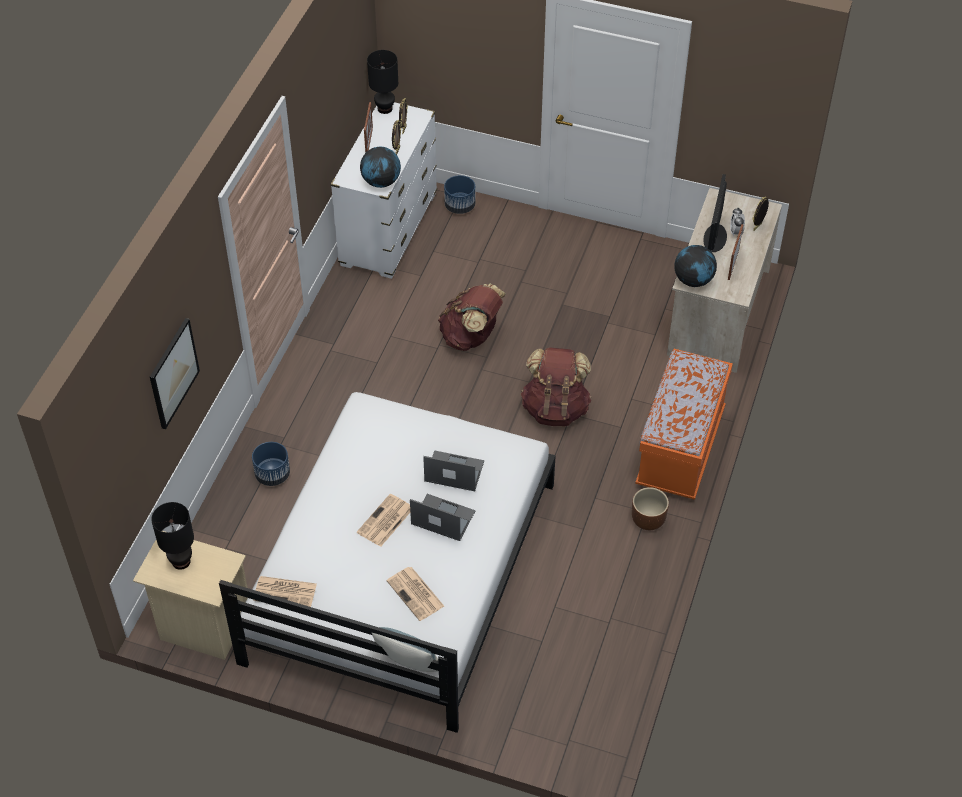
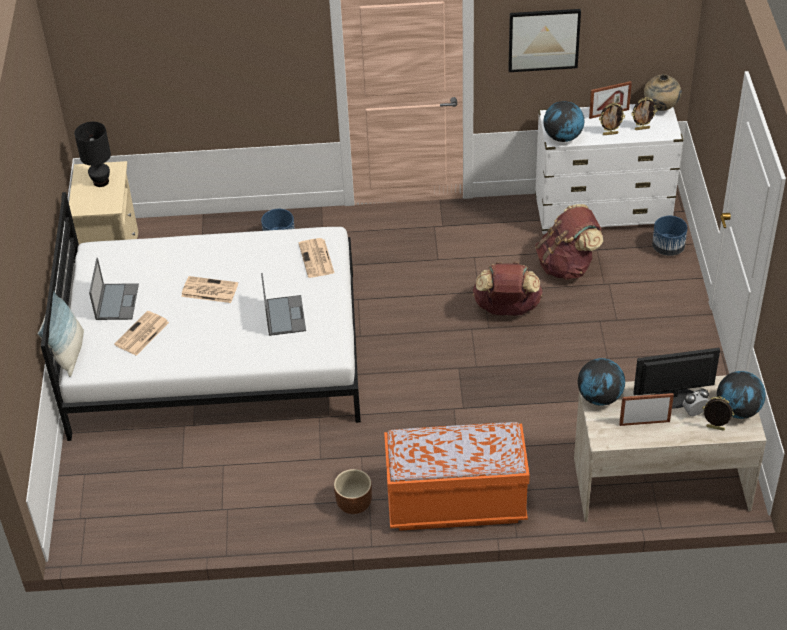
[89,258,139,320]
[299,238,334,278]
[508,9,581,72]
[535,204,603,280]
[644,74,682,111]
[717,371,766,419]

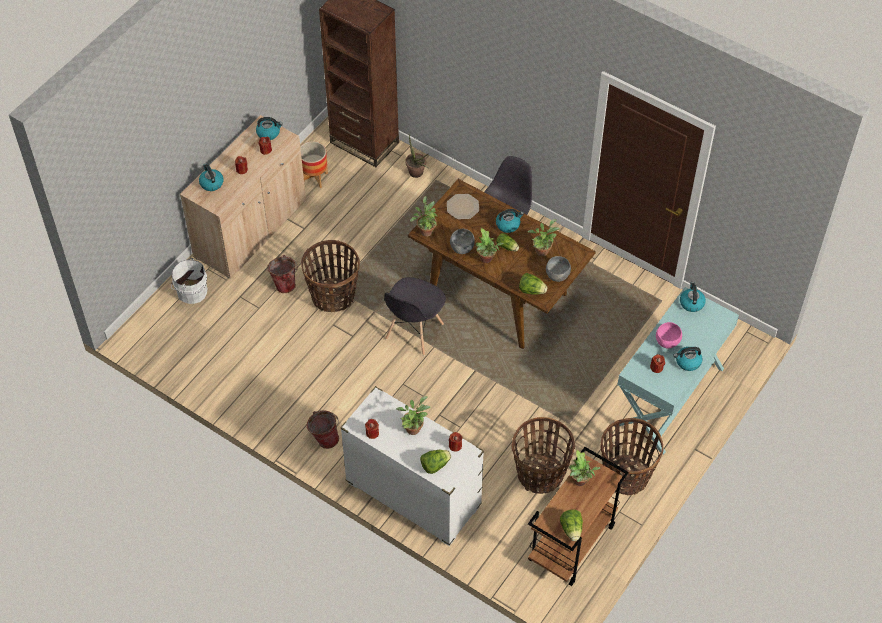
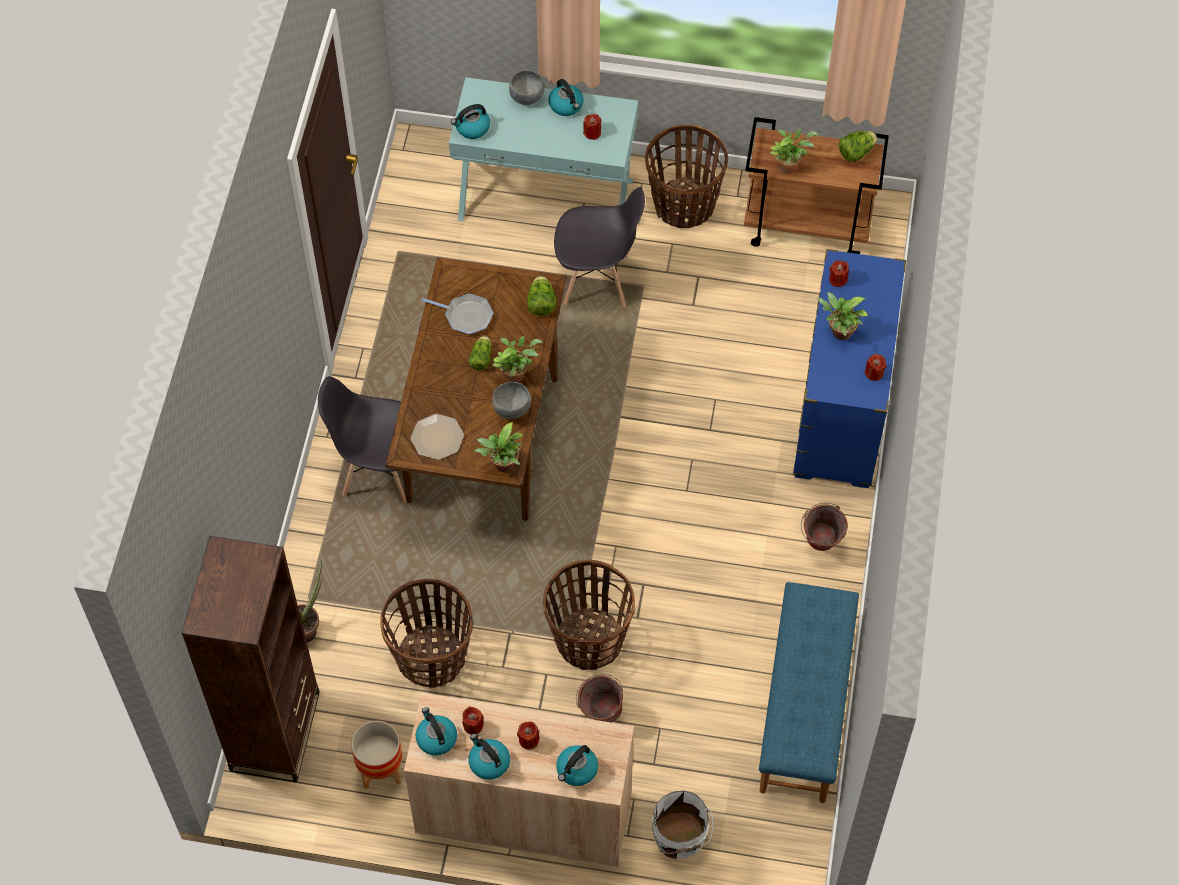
[380,579,473,688]
[421,294,493,335]
[468,734,510,780]
[509,70,545,105]
[554,187,645,307]
[759,582,859,803]
[793,249,906,488]
[420,450,451,474] (first image)
[656,322,682,349] (first image)

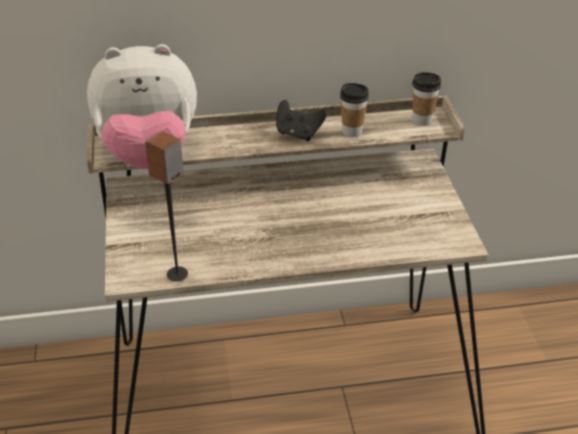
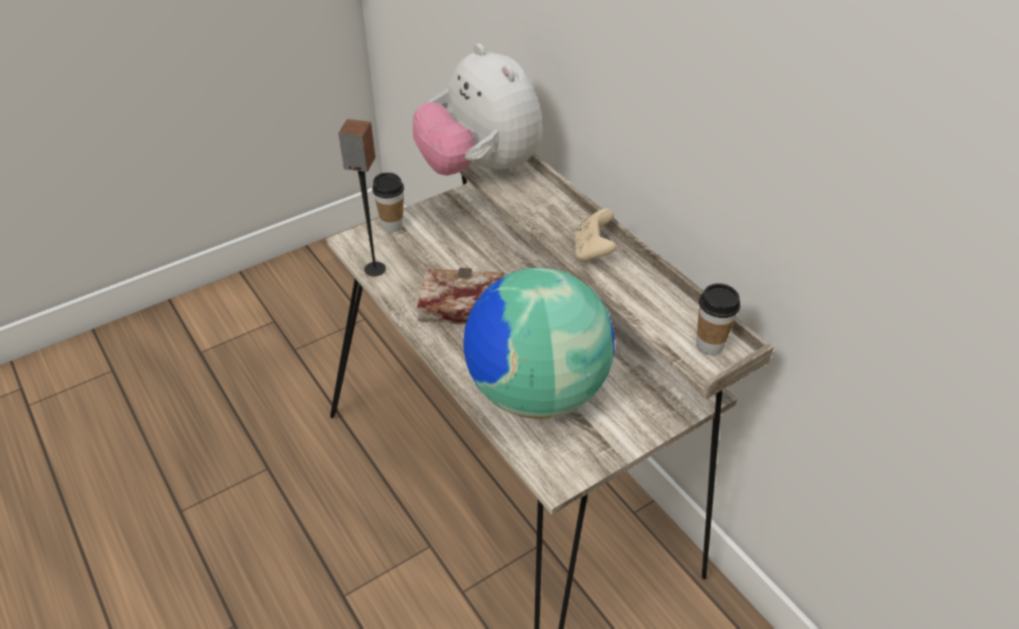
[372,172,404,232]
[417,268,504,324]
[463,268,615,419]
[574,208,617,264]

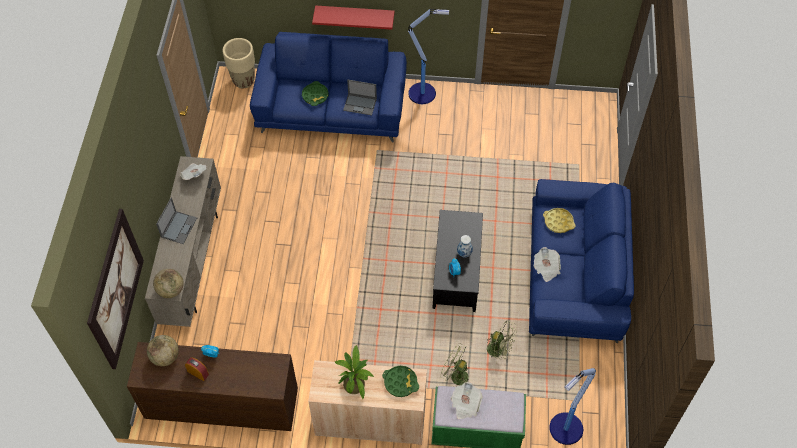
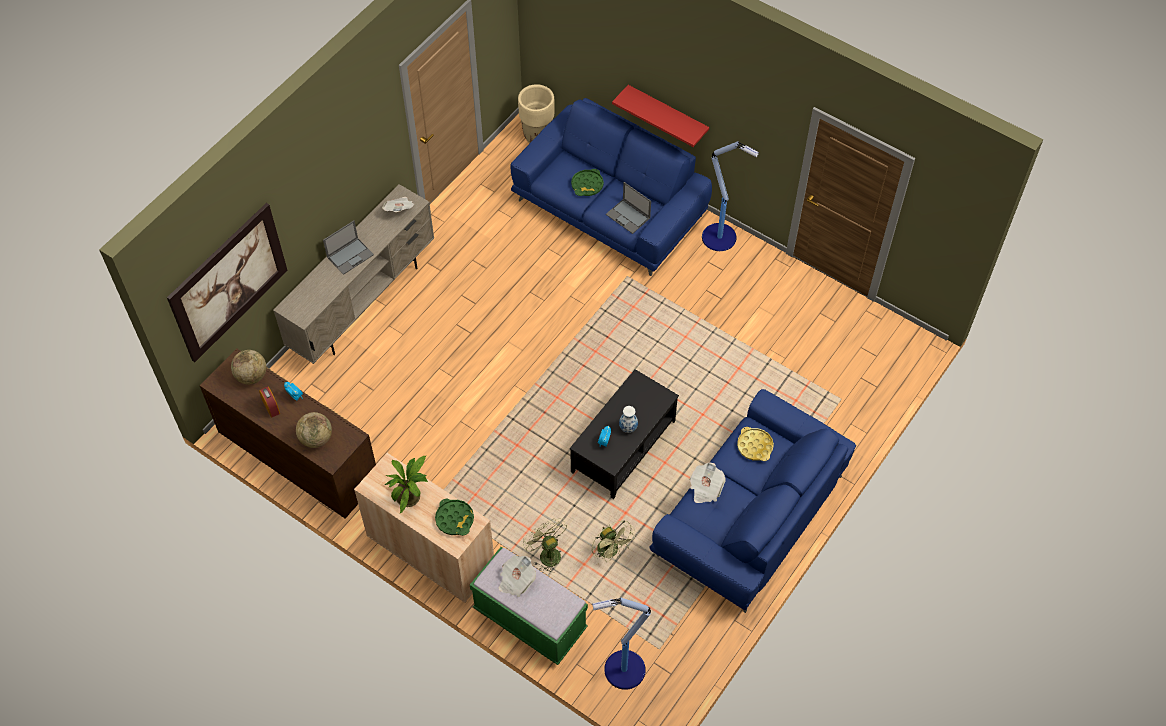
[296,412,332,448]

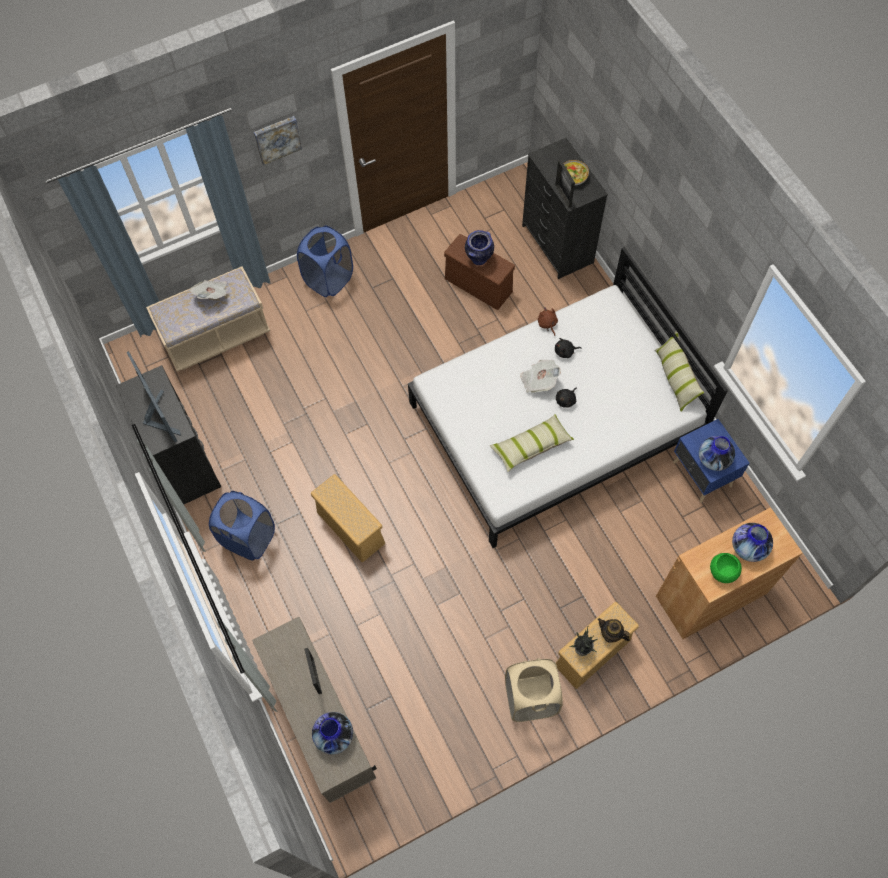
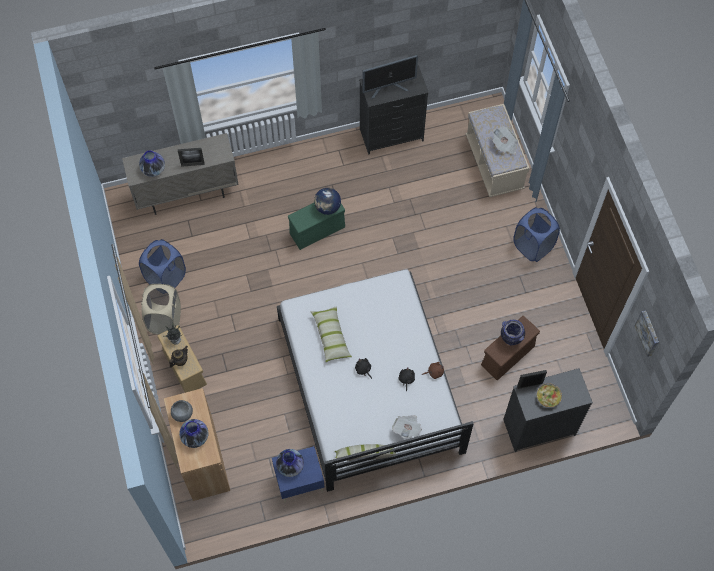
[139,239,186,288]
[171,400,193,422]
[288,203,345,250]
[314,188,341,215]
[392,415,422,438]
[635,310,659,357]

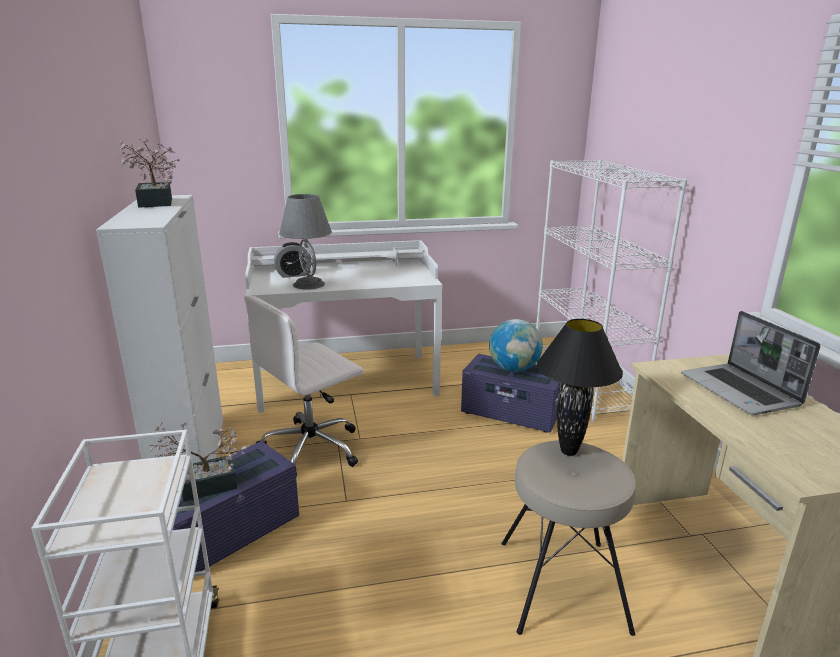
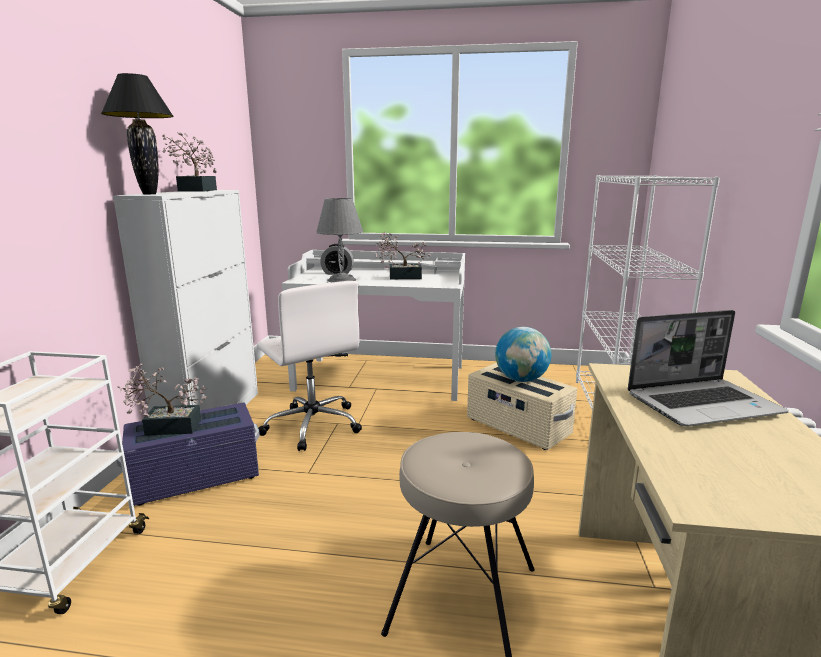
[101,73,174,194]
[257,281,362,451]
[375,232,431,279]
[467,363,577,450]
[628,310,789,426]

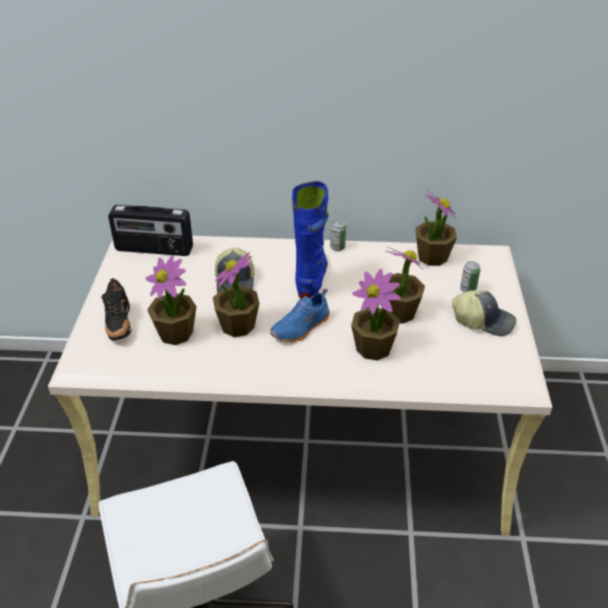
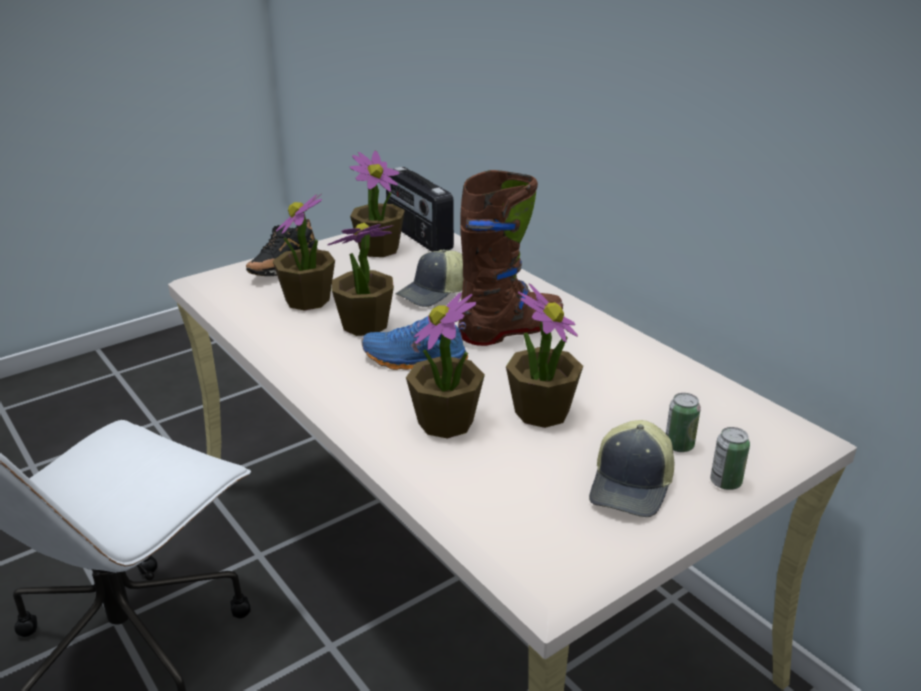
[350,151,405,257]
[458,170,563,346]
[589,420,674,517]
[710,427,750,490]

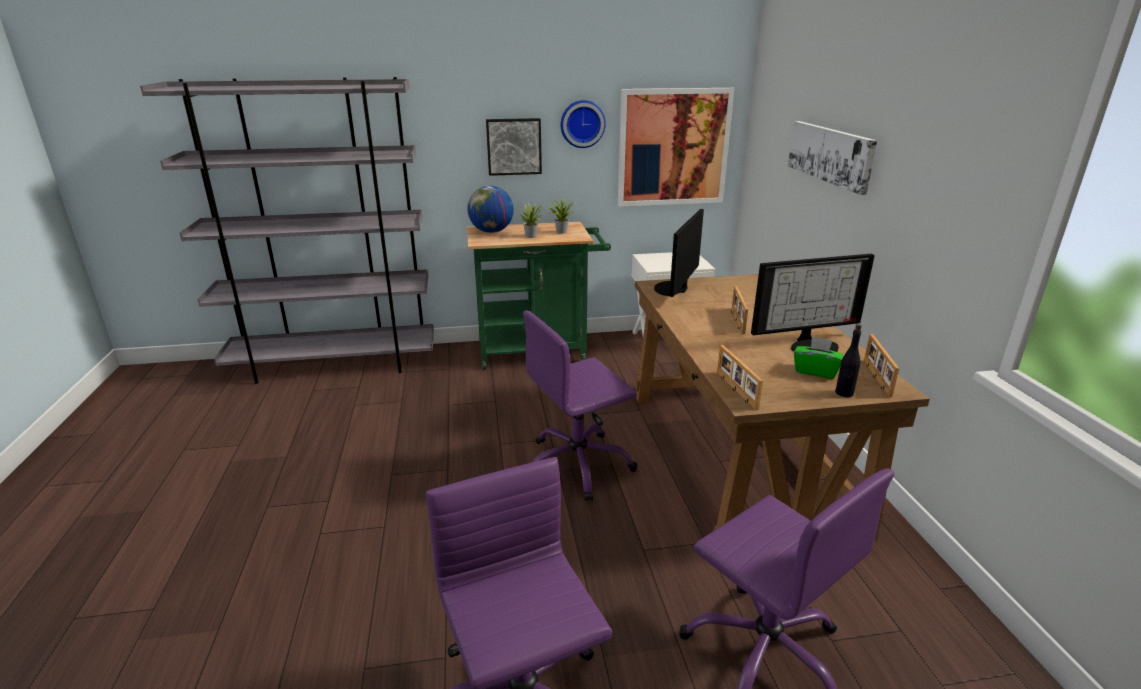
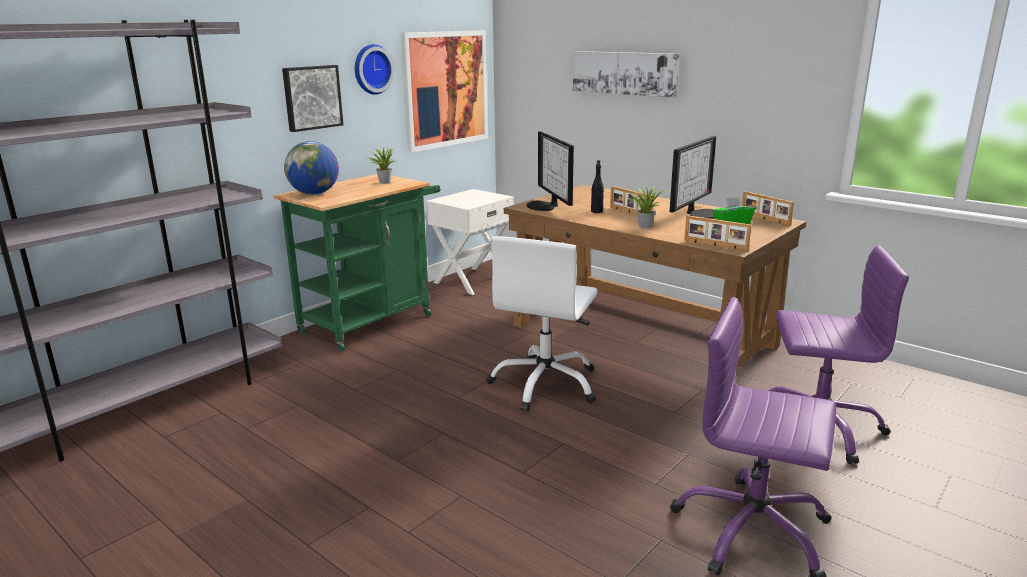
[486,236,598,411]
[591,160,604,213]
[631,187,667,228]

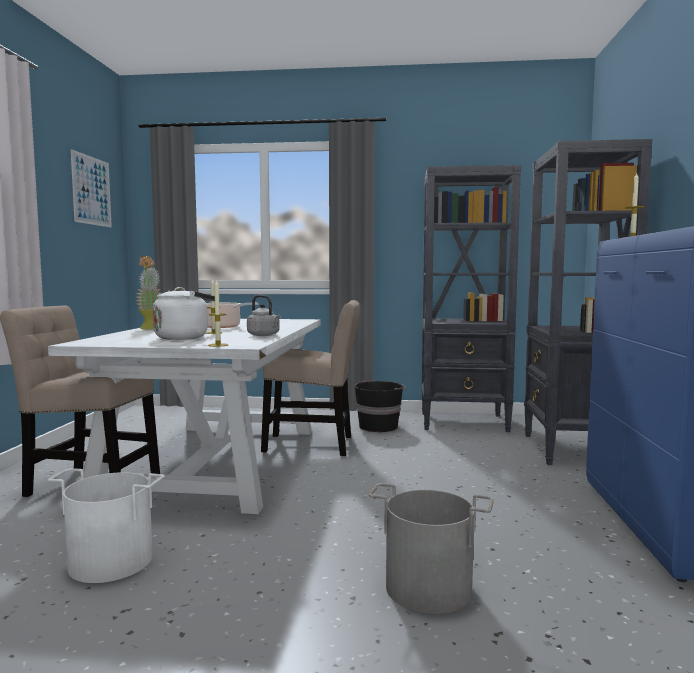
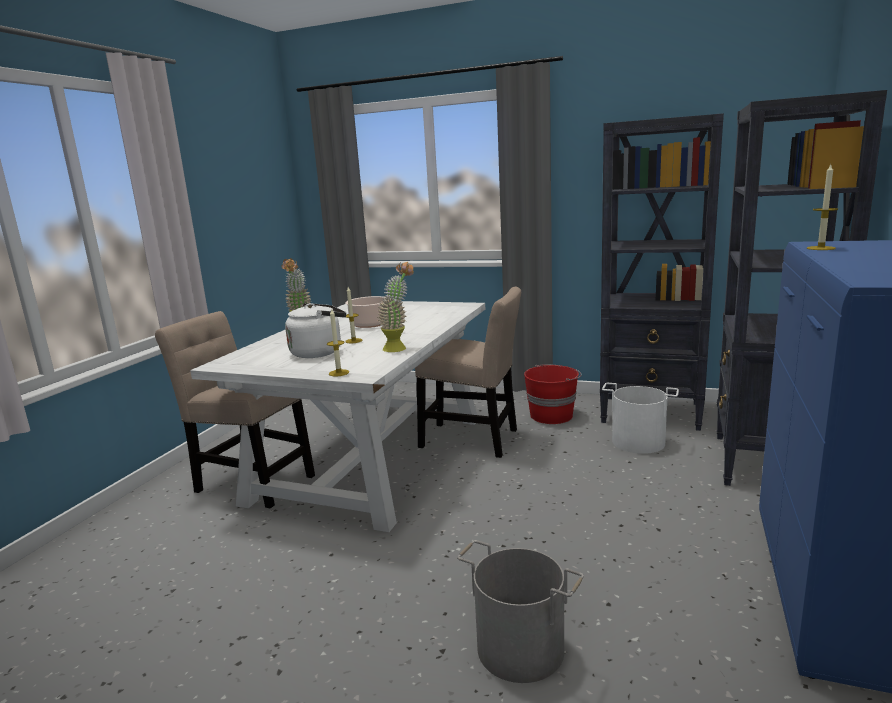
[377,262,414,352]
[524,364,582,424]
[602,383,679,454]
[71,149,112,227] (first image)

